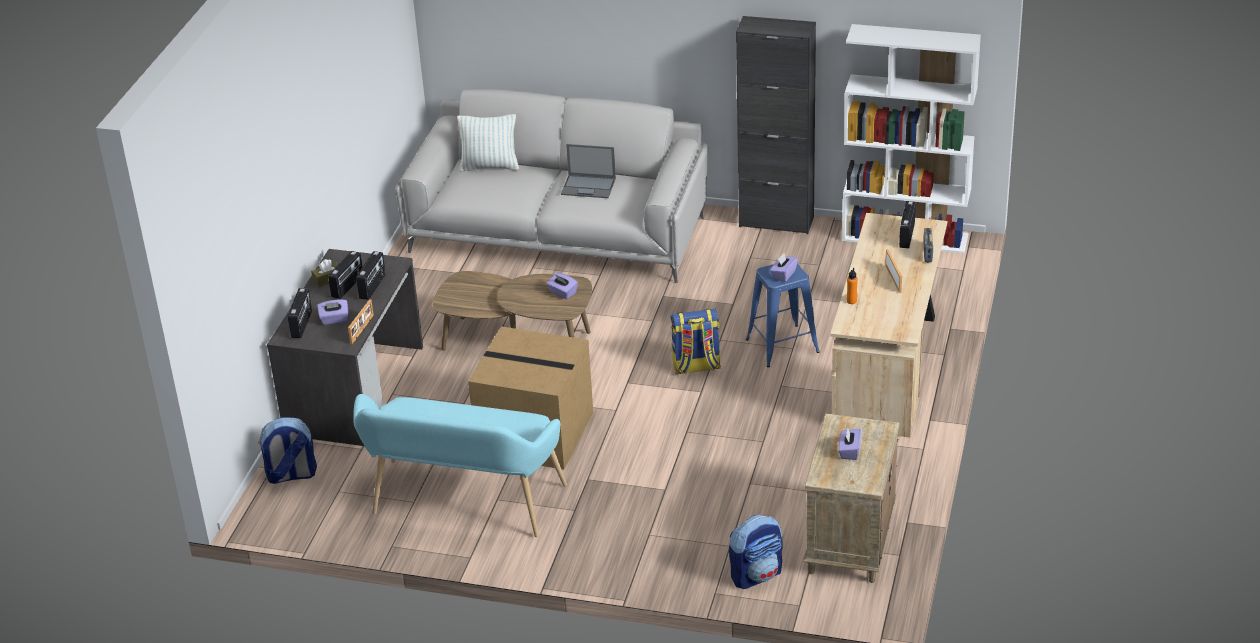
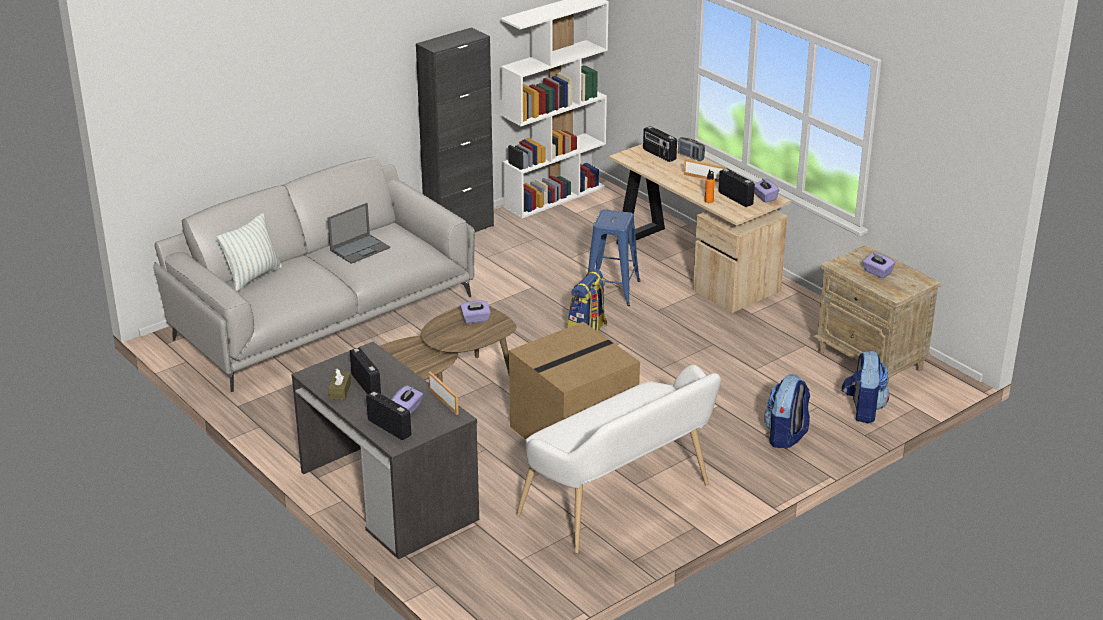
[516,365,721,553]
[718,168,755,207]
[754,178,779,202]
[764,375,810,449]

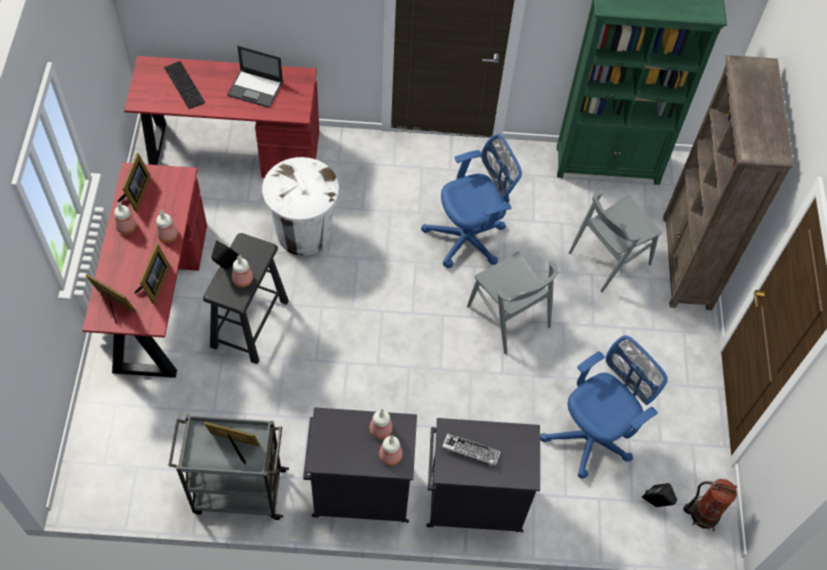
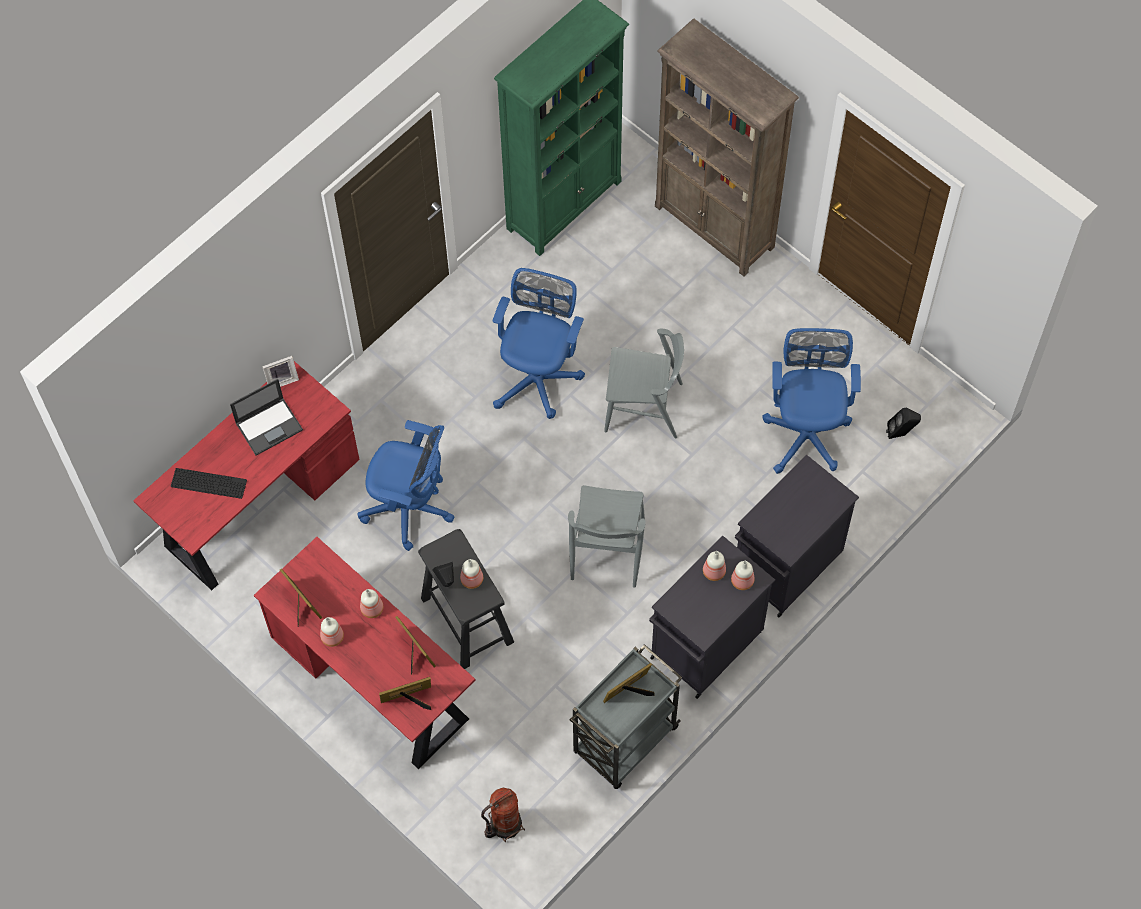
[262,356,299,387]
[358,420,455,551]
[481,787,525,842]
[568,485,646,587]
[442,434,501,466] (first image)

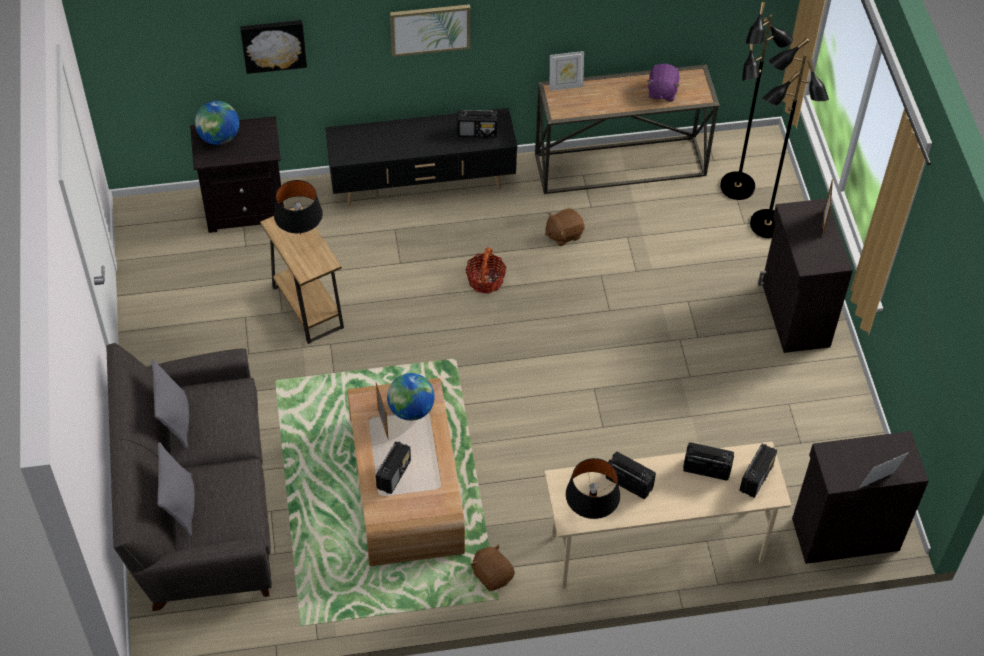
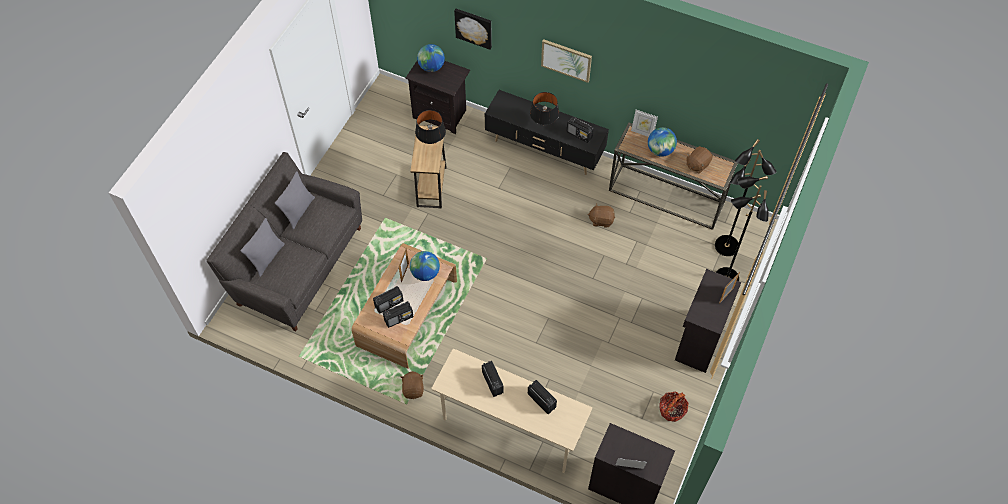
[383,301,414,328]
[530,92,559,125]
[648,127,677,157]
[659,392,689,422]
[686,146,713,174]

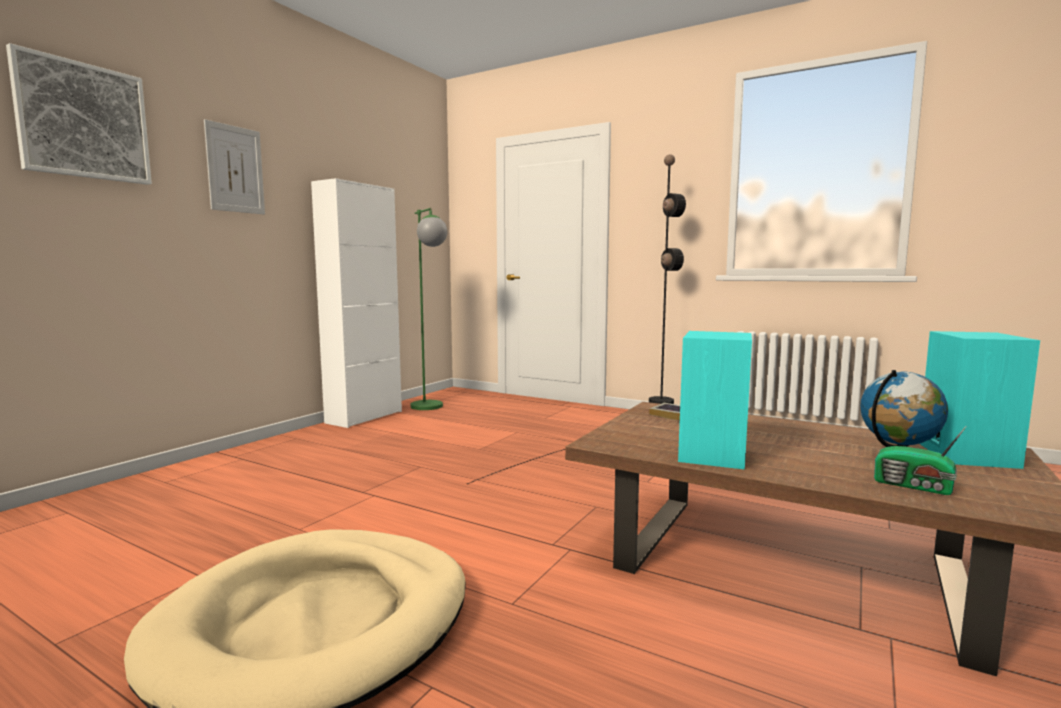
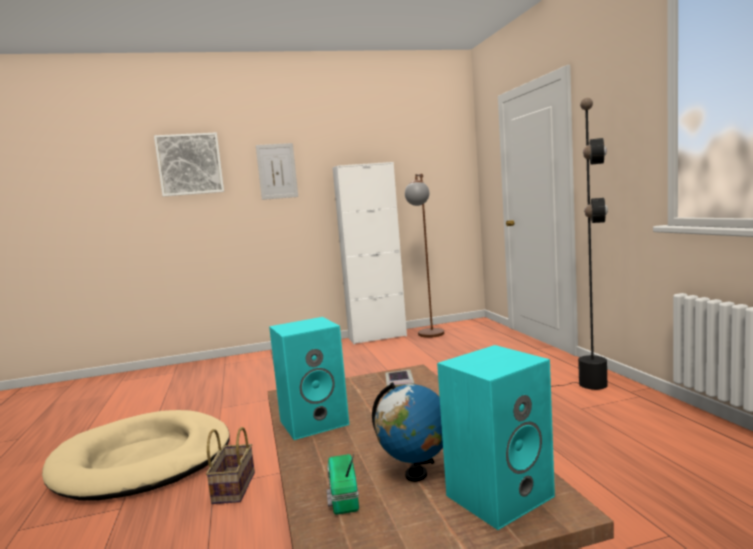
[206,427,255,504]
[405,174,444,338]

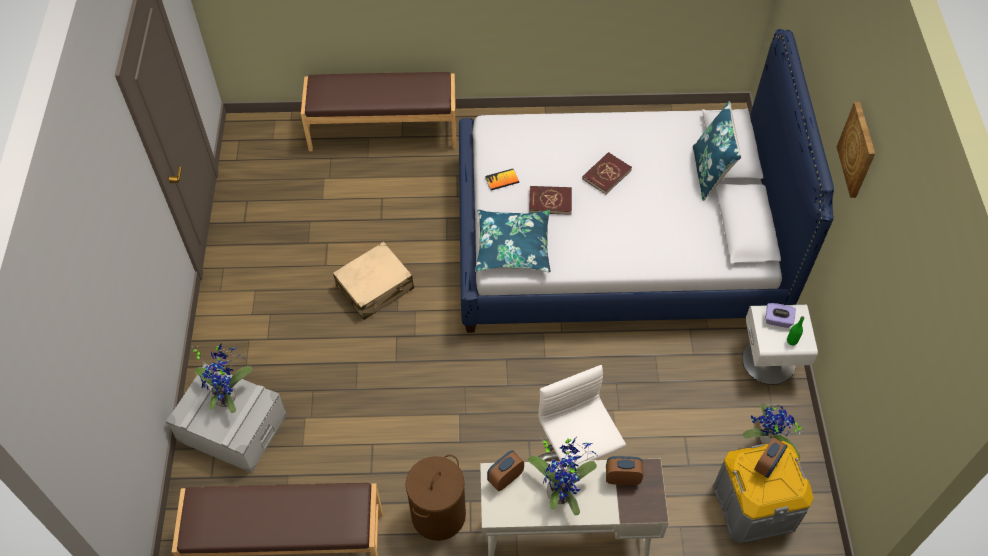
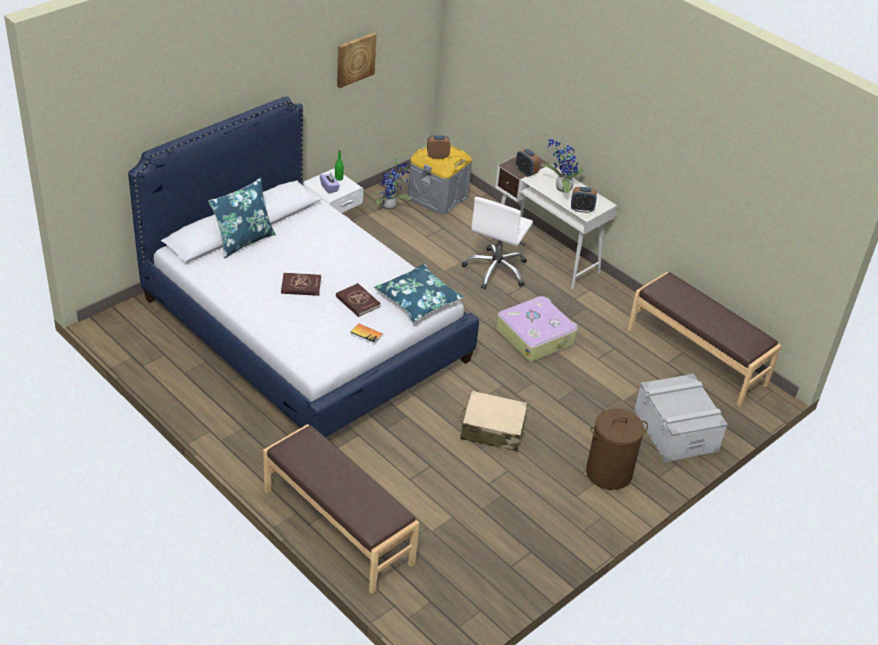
[337,33,377,88]
[496,296,577,362]
[586,408,648,490]
[192,343,252,413] (first image)

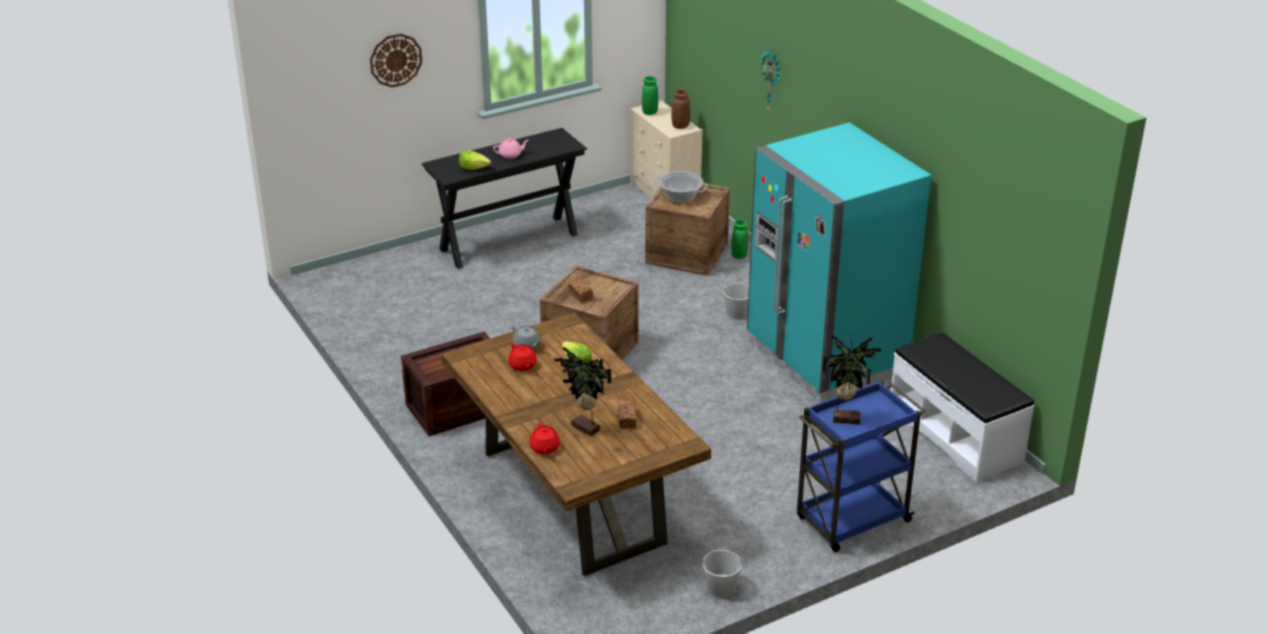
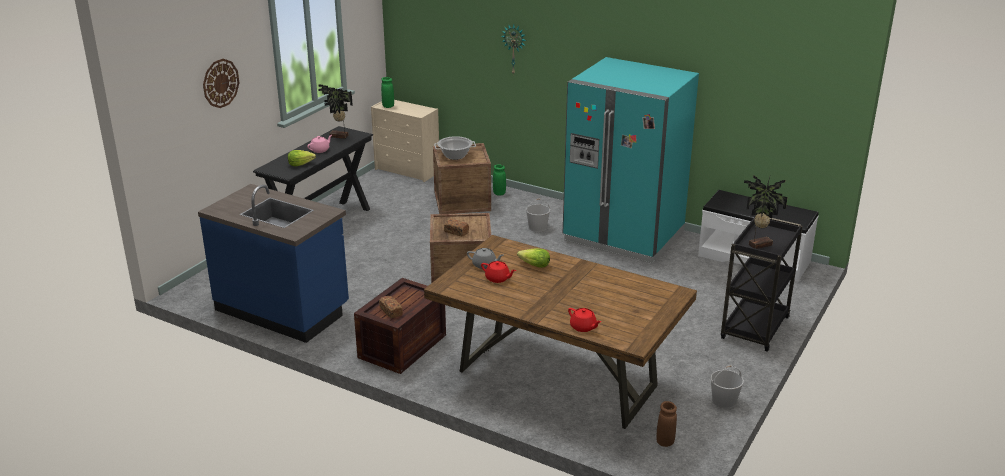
[198,184,349,343]
[318,84,353,139]
[379,296,403,318]
[656,401,677,447]
[721,215,803,352]

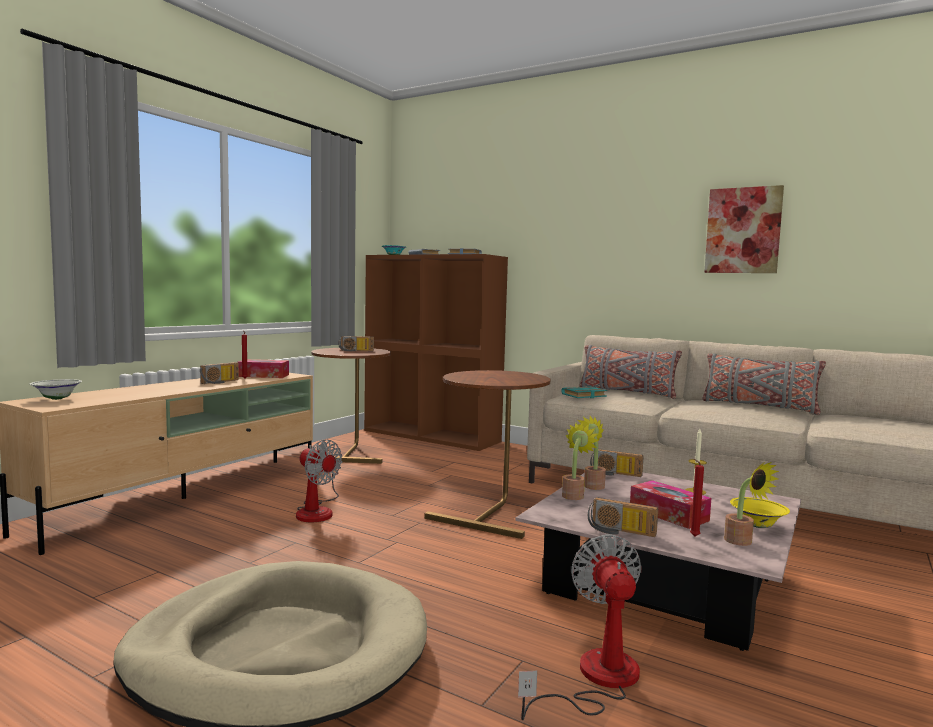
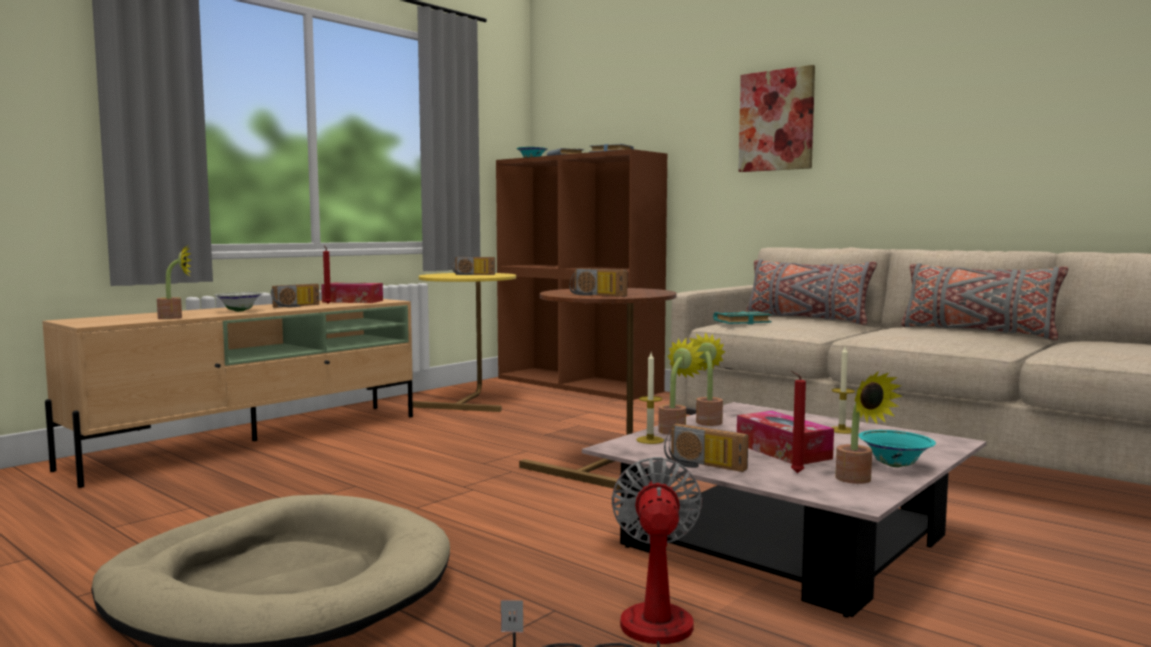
[157,244,192,319]
[214,292,263,312]
[413,273,516,412]
[569,268,628,297]
[636,353,664,444]
[738,65,815,172]
[858,430,936,467]
[296,439,342,522] (first image)

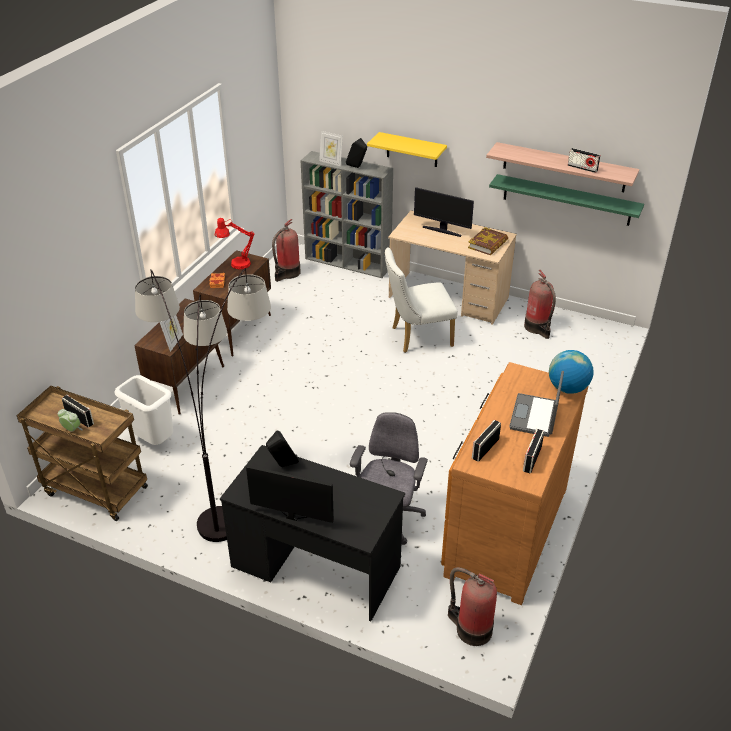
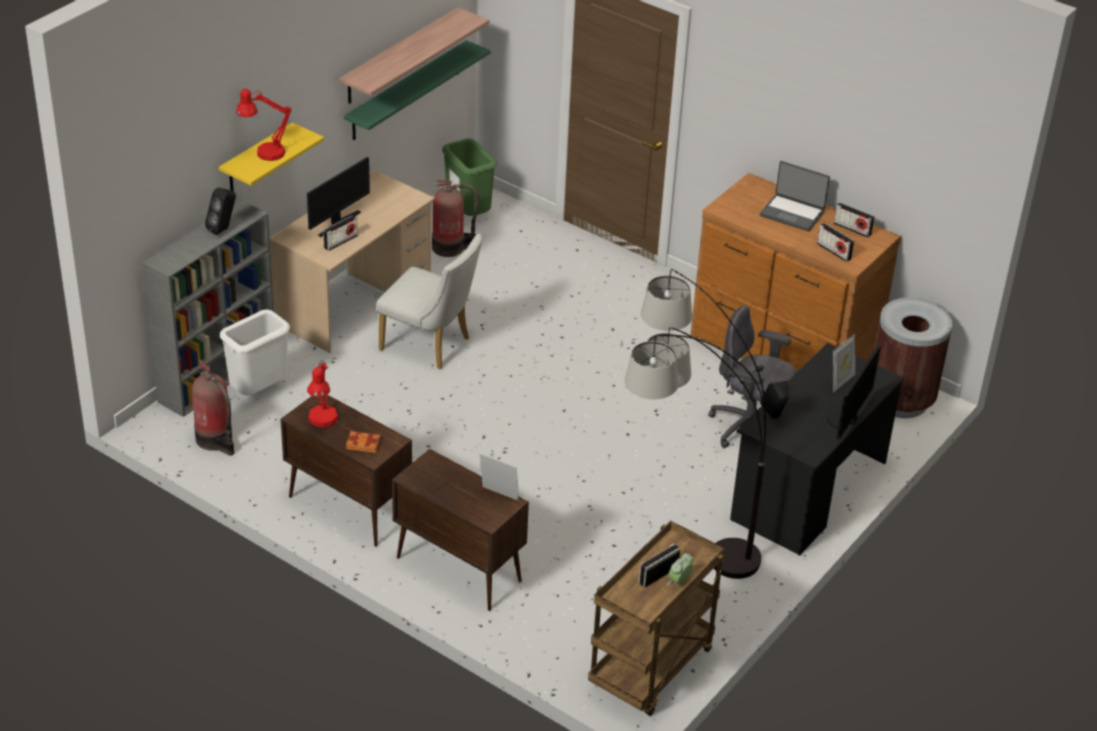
[220,309,290,395]
[236,89,292,161]
[323,215,358,251]
[376,234,483,369]
[442,138,497,216]
[833,334,855,392]
[874,297,953,418]
[468,227,508,255] (first image)
[549,350,594,394] (first image)

